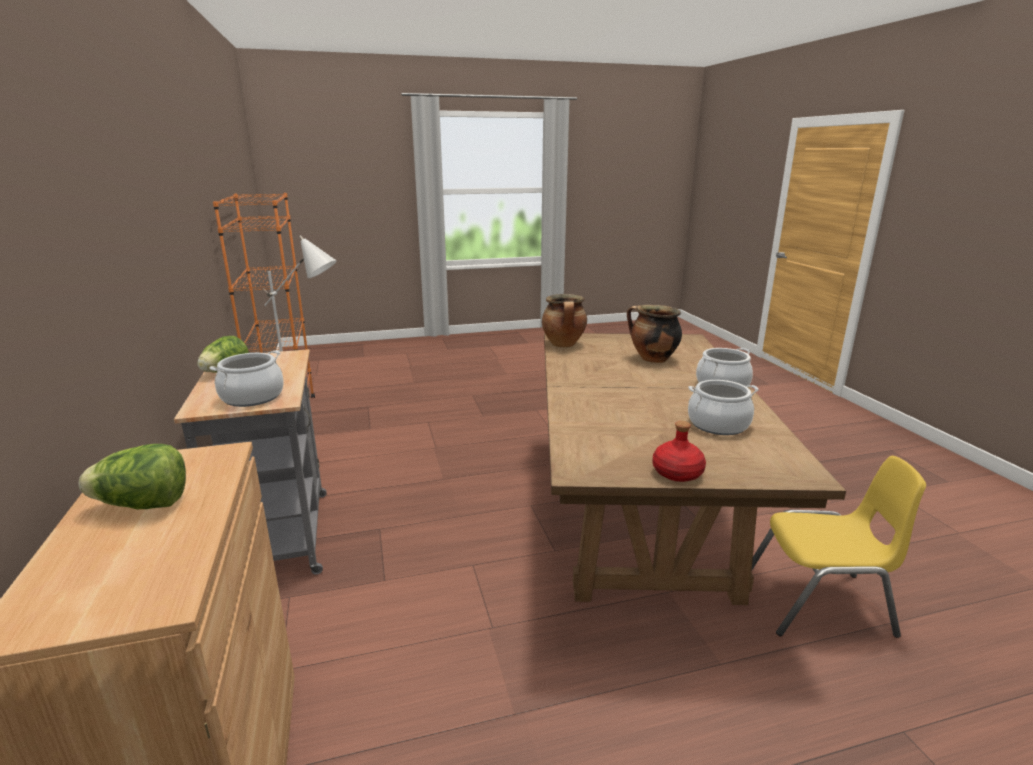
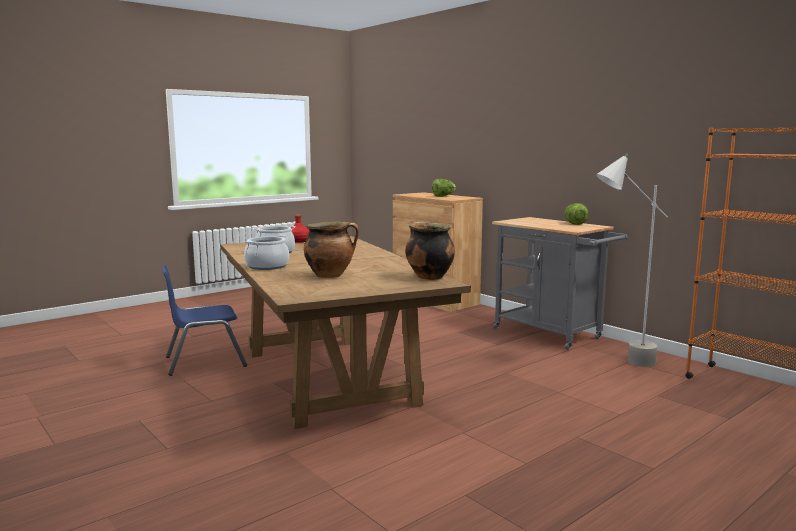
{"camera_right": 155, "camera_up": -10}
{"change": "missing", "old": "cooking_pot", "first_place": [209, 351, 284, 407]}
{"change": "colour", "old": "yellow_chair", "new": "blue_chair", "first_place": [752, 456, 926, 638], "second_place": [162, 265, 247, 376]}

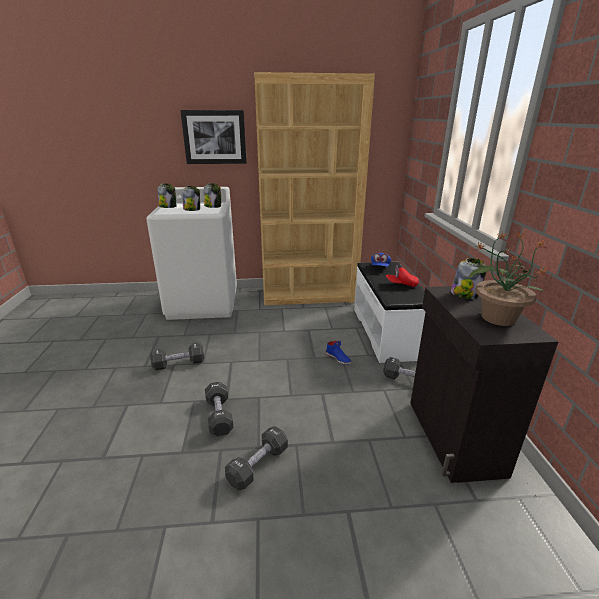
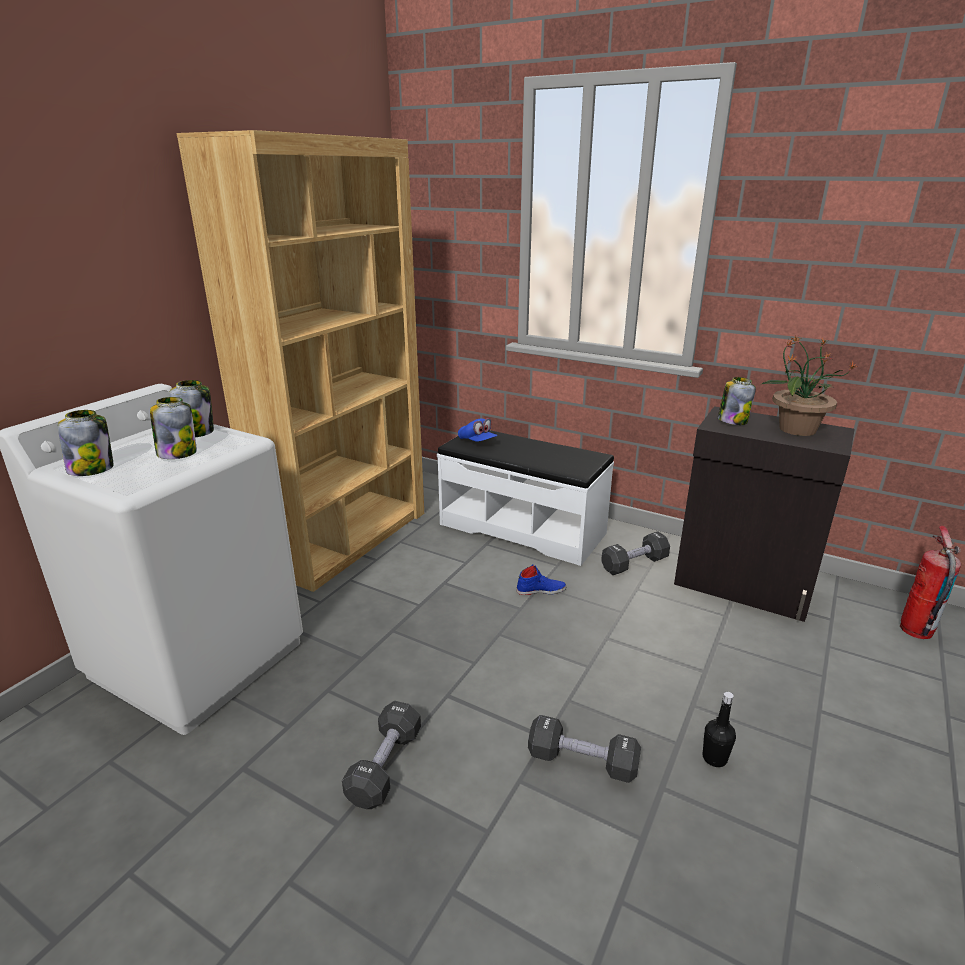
{"camera_right": -55, "camera_up": 0}
{"change": "missing", "old": "picture", "first_place": [180, 110, 247, 164]}
{"change": "exchanged", "old": "black_dumbbell", "new": "black_bottle", "first_place": [225, 426, 288, 490], "second_place": [703, 692, 736, 767]}
{"change": "missing", "old": "red_cap", "first_place": [386, 265, 419, 287]}
{"change": "appeared", "new": "fire_extinguisher", "second_place": [900, 525, 961, 639]}

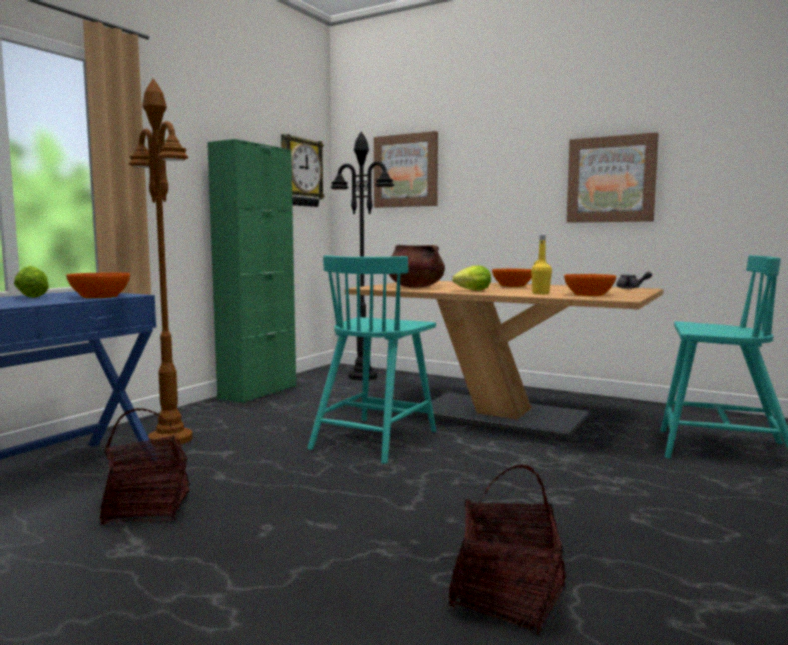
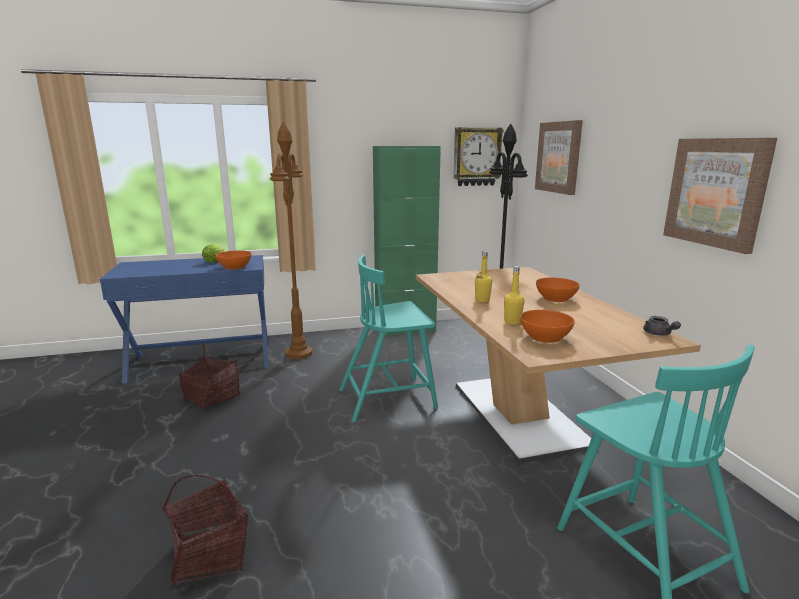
{"camera_right": 45, "camera_up": 10}
{"change": "missing", "old": "brown_cooking_pot", "first_place": [389, 244, 445, 288]}
{"change": "exchanged", "old": "lettuce", "new": "yellow_bottle", "first_place": [452, 266, 491, 290], "second_place": [475, 251, 492, 302]}

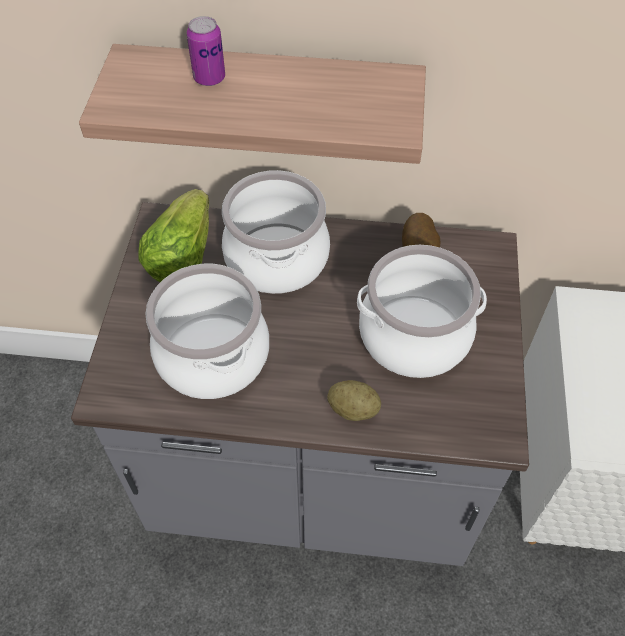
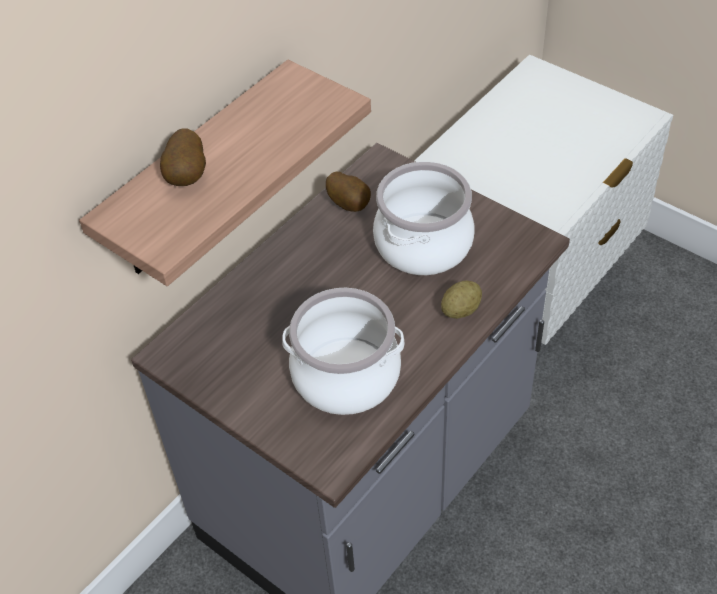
{"camera_right": -55, "camera_up": -5}
{"change": "missing", "old": "lettuce", "first_place": [138, 189, 209, 282]}
{"change": "exchanged", "old": "can", "new": "potato", "first_place": [187, 16, 225, 86], "second_place": [160, 128, 206, 186]}
{"change": "missing", "old": "cooking_pot", "first_place": [222, 170, 330, 294]}

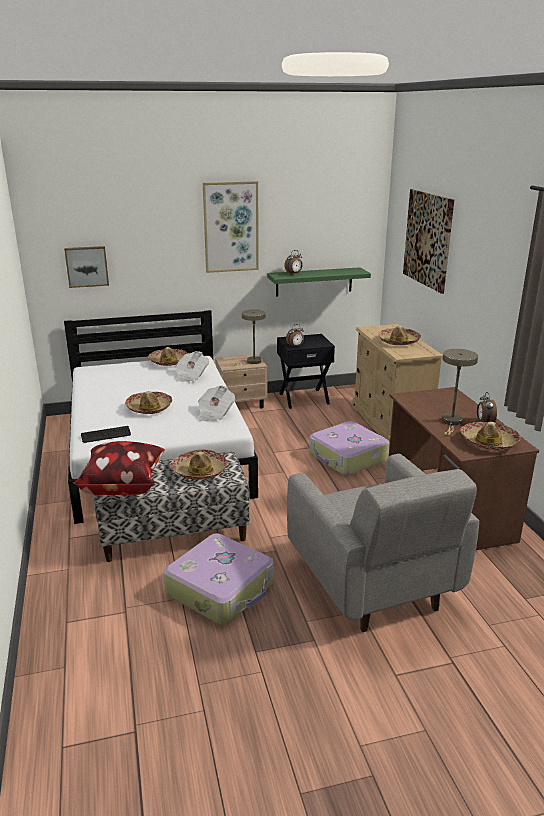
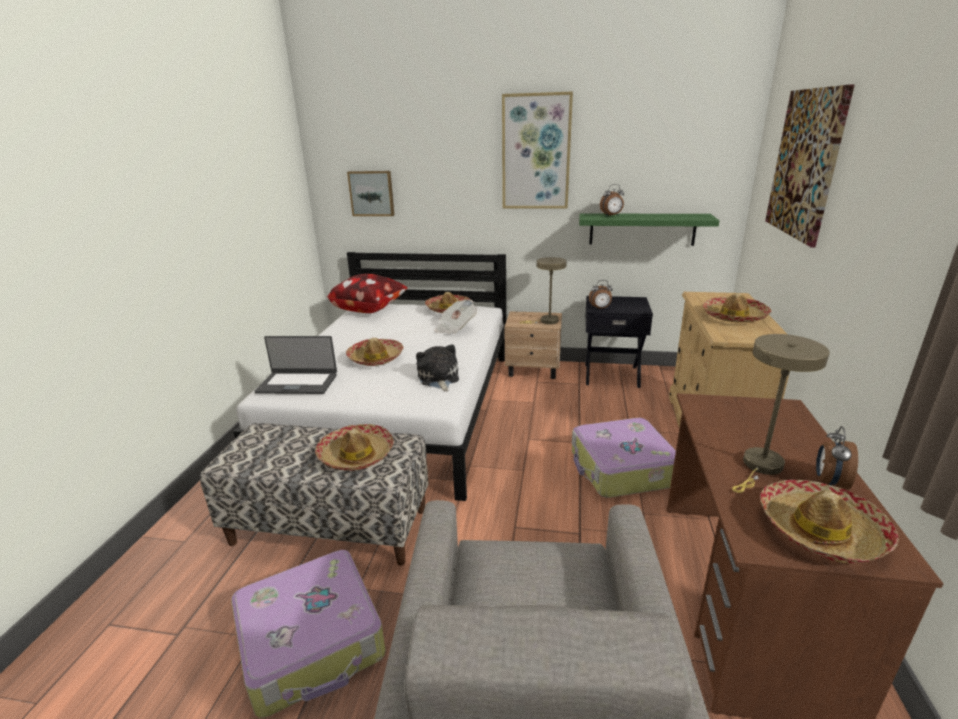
{"camera_right": 25, "camera_up": 0}
{"change": "relocated", "old": "pillow", "first_place": [72, 441, 165, 495], "second_place": [327, 274, 408, 313]}
{"change": "exchanged", "old": "keyboard", "new": "laptop", "first_place": [81, 426, 131, 443], "second_place": [255, 336, 337, 394]}
{"change": "exchanged", "old": "newspaper", "new": "plush_toy", "first_place": [197, 386, 235, 421], "second_place": [416, 344, 459, 392]}

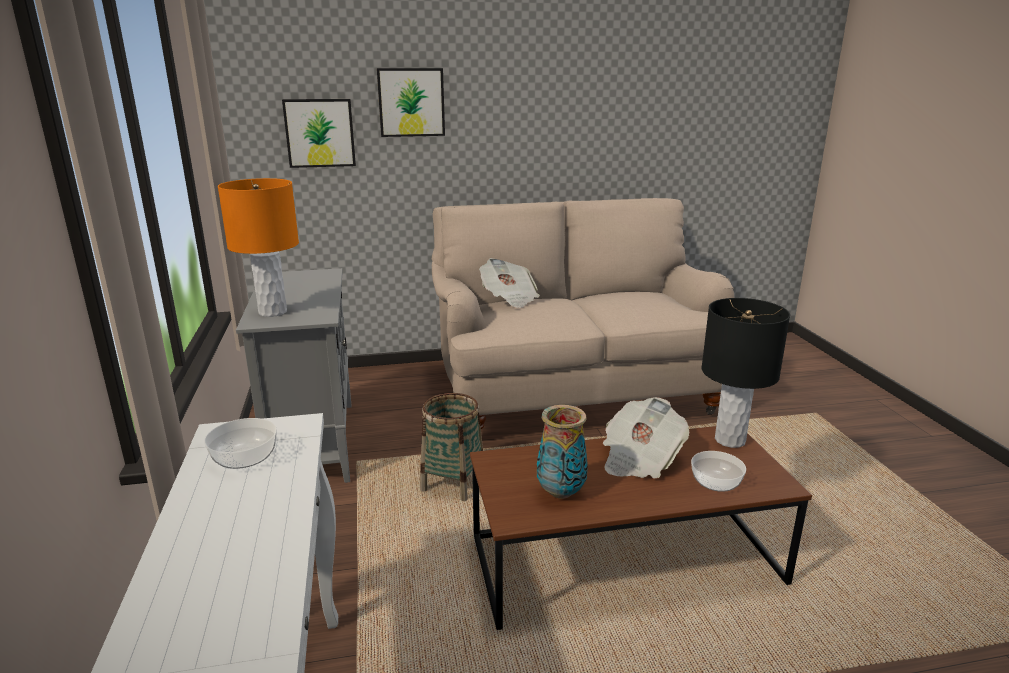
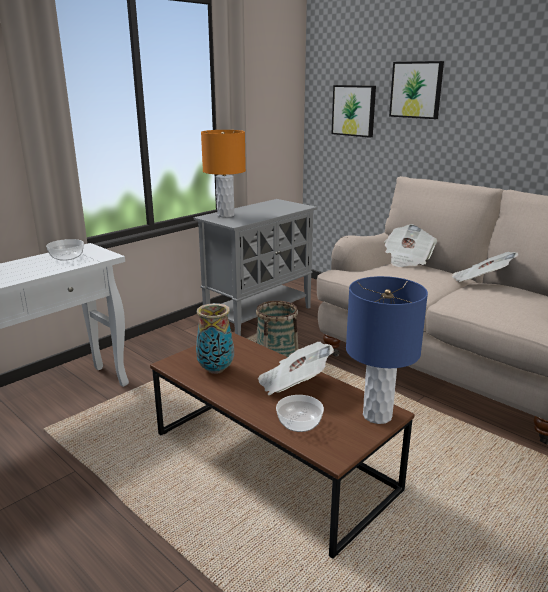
{"camera_right": 55, "camera_up": 0}
{"change": "colour", "old": "black_table_lamp", "new": "blue_table_lamp", "first_place": [701, 298, 790, 448], "second_place": [346, 276, 428, 424]}
{"change": "appeared", "new": "newspaper", "second_place": [452, 252, 518, 282]}

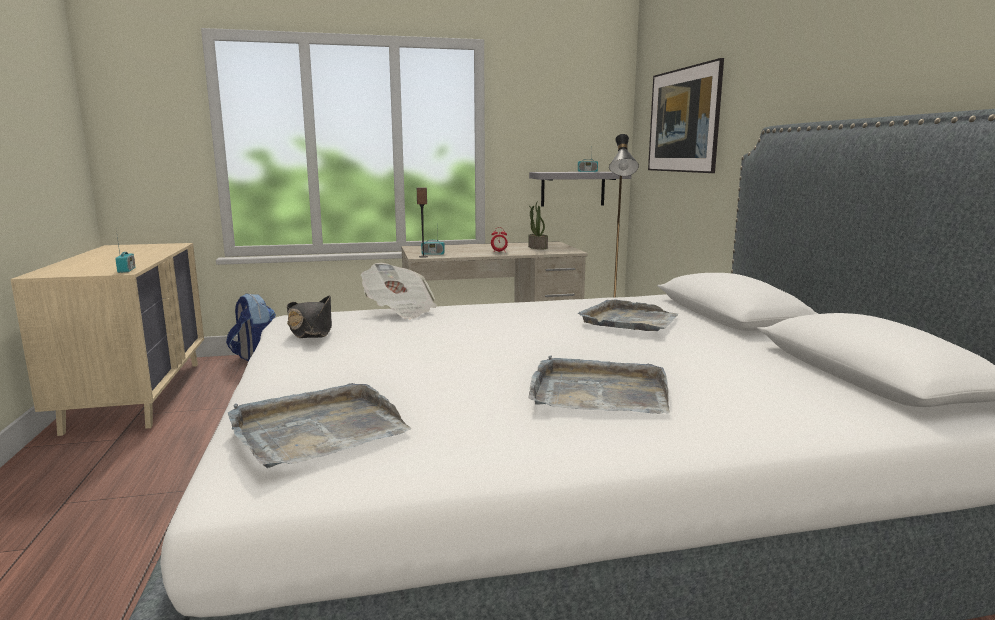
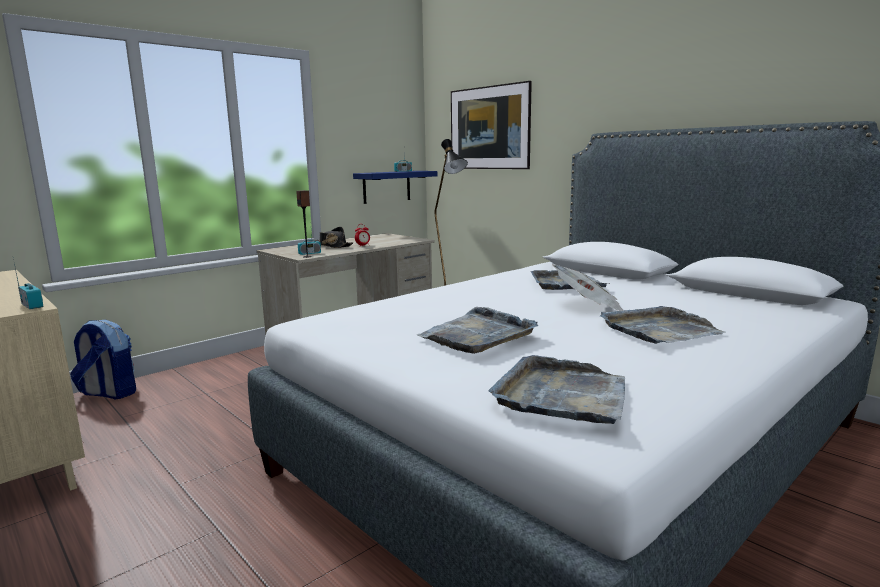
{"camera_right": -30, "camera_up": 0}
{"change": "relocated", "old": "black_hat", "first_place": [287, 295, 332, 338], "second_place": [314, 227, 353, 248]}
{"change": "relocated", "old": "newspaper", "first_place": [361, 263, 437, 319], "second_place": [552, 264, 624, 311]}
{"change": "missing", "old": "potted_plant", "first_place": [528, 202, 548, 249]}
{"change": "colour", "old": "grey_shelf", "new": "blue_shelf", "first_place": [529, 172, 631, 207], "second_place": [353, 171, 437, 204]}
{"change": "appeared", "new": "grey_tray", "second_place": [417, 307, 538, 354]}

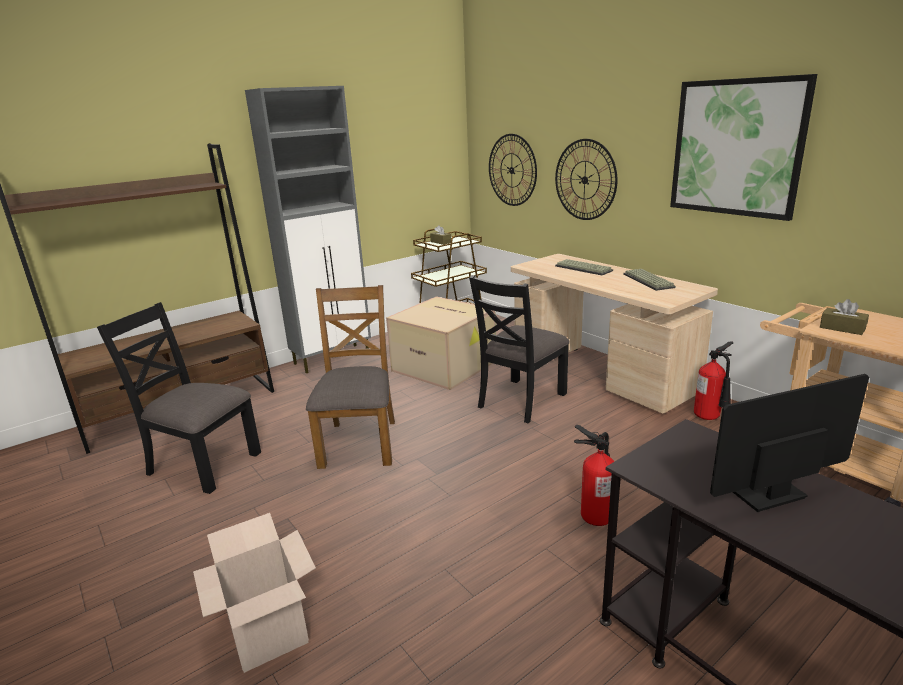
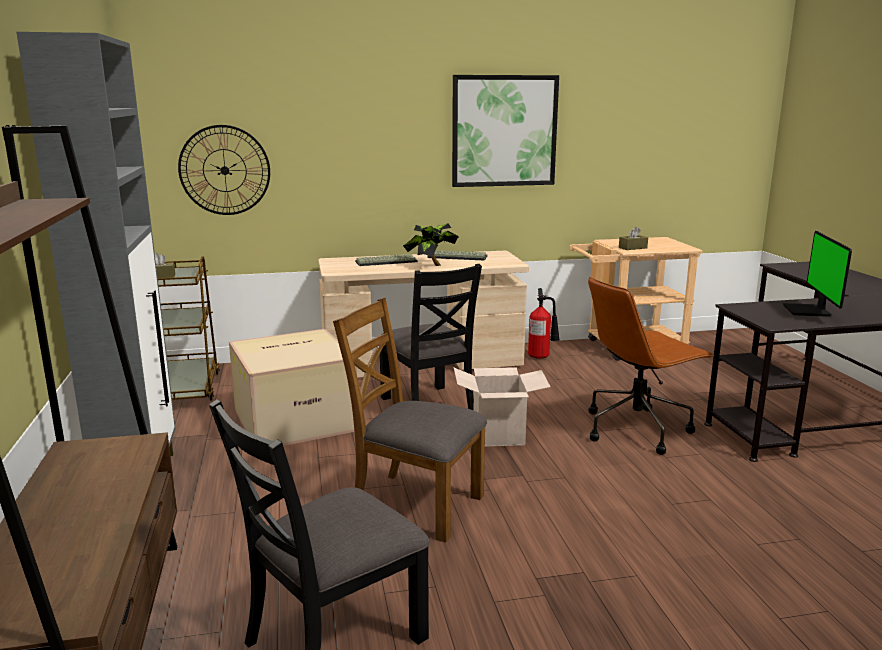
{"camera_right": -65, "camera_up": -5}
{"change": "relocated", "old": "cardboard_box", "first_place": [193, 513, 316, 673], "second_place": [454, 367, 551, 447]}
{"change": "missing", "old": "wall_clock", "first_place": [555, 139, 617, 220]}
{"change": "exchanged", "old": "fire_extinguisher", "new": "brown_office_chair", "first_place": [574, 425, 614, 526], "second_place": [588, 277, 714, 455]}
{"change": "appeared", "new": "potted_plant", "second_place": [403, 223, 459, 266]}

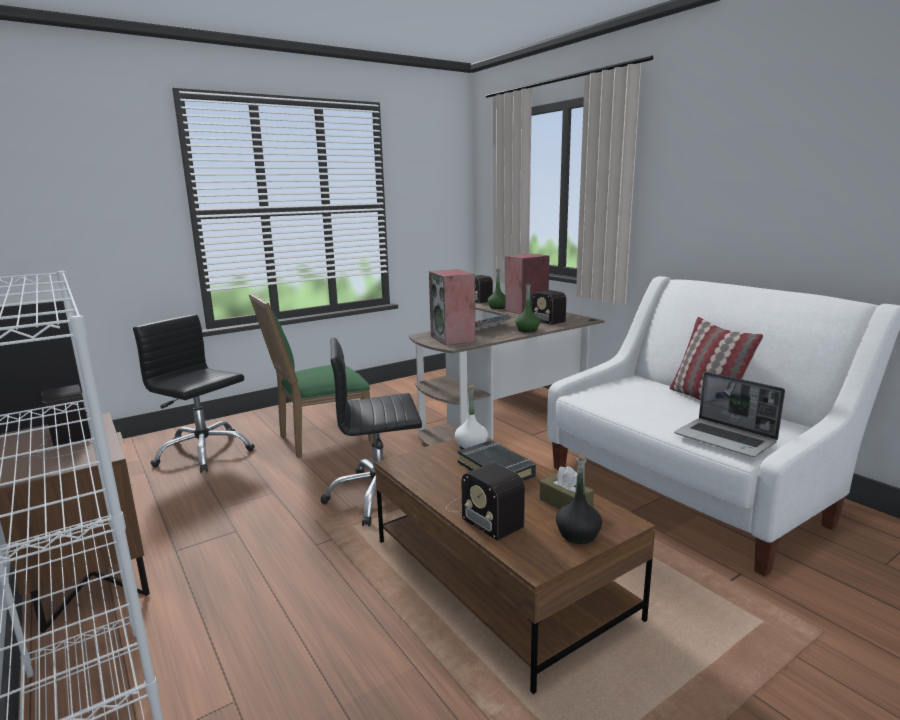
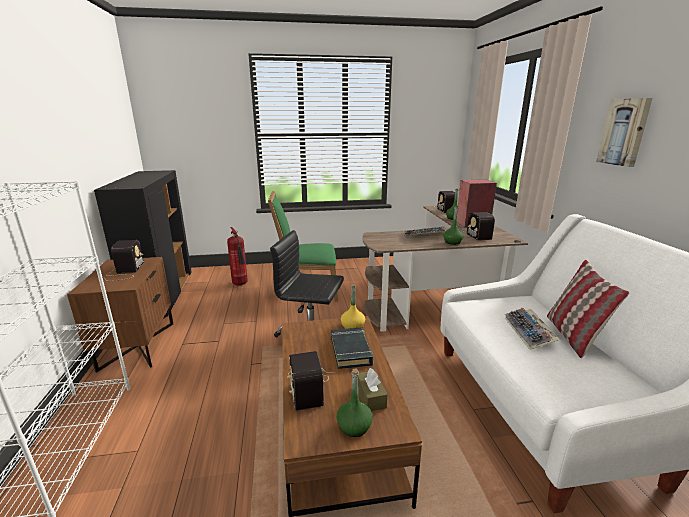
{"camera_right": 25, "camera_up": 5}
{"change": "exchanged", "old": "black_office_chair", "new": "fire_extinguisher", "first_place": [133, 314, 255, 473], "second_place": [227, 227, 248, 285]}
{"change": "missing", "old": "speaker", "first_place": [429, 269, 476, 346]}
{"change": "colour", "old": "white_bottle", "new": "yellow_bottle", "first_place": [455, 385, 488, 449], "second_place": [341, 284, 365, 329]}
{"change": "colour", "old": "black_bottle", "new": "green_bottle", "first_place": [556, 455, 602, 544], "second_place": [337, 368, 373, 437]}
{"change": "missing", "old": "laptop", "first_place": [674, 372, 785, 457]}
{"change": "appeared", "new": "keyboard", "second_place": [505, 308, 560, 350]}
{"change": "appeared", "new": "picture", "second_place": [596, 98, 653, 167]}

